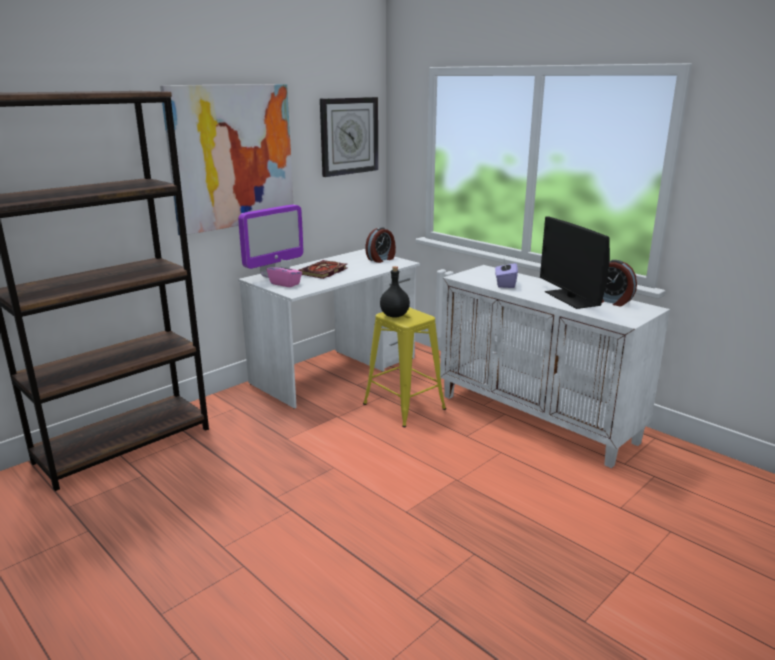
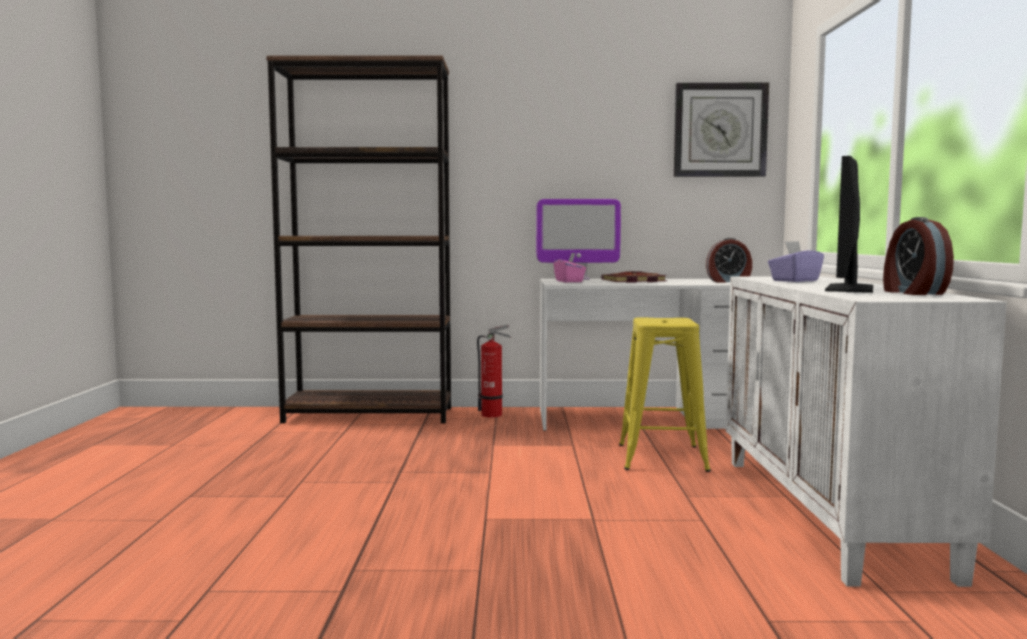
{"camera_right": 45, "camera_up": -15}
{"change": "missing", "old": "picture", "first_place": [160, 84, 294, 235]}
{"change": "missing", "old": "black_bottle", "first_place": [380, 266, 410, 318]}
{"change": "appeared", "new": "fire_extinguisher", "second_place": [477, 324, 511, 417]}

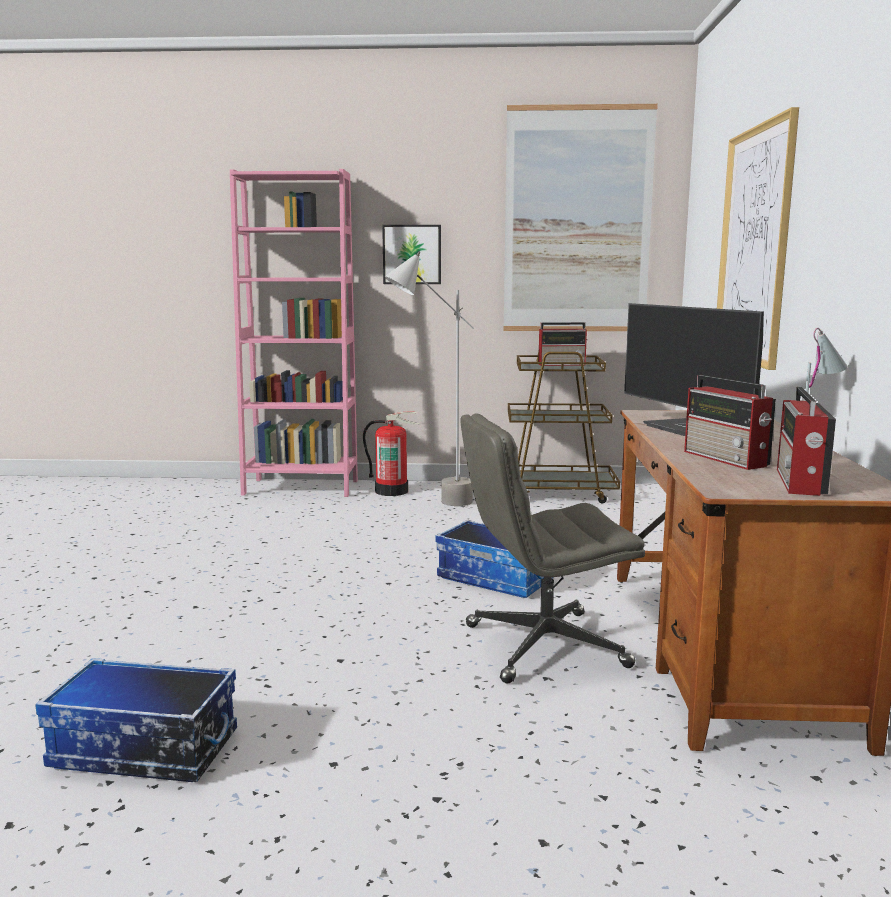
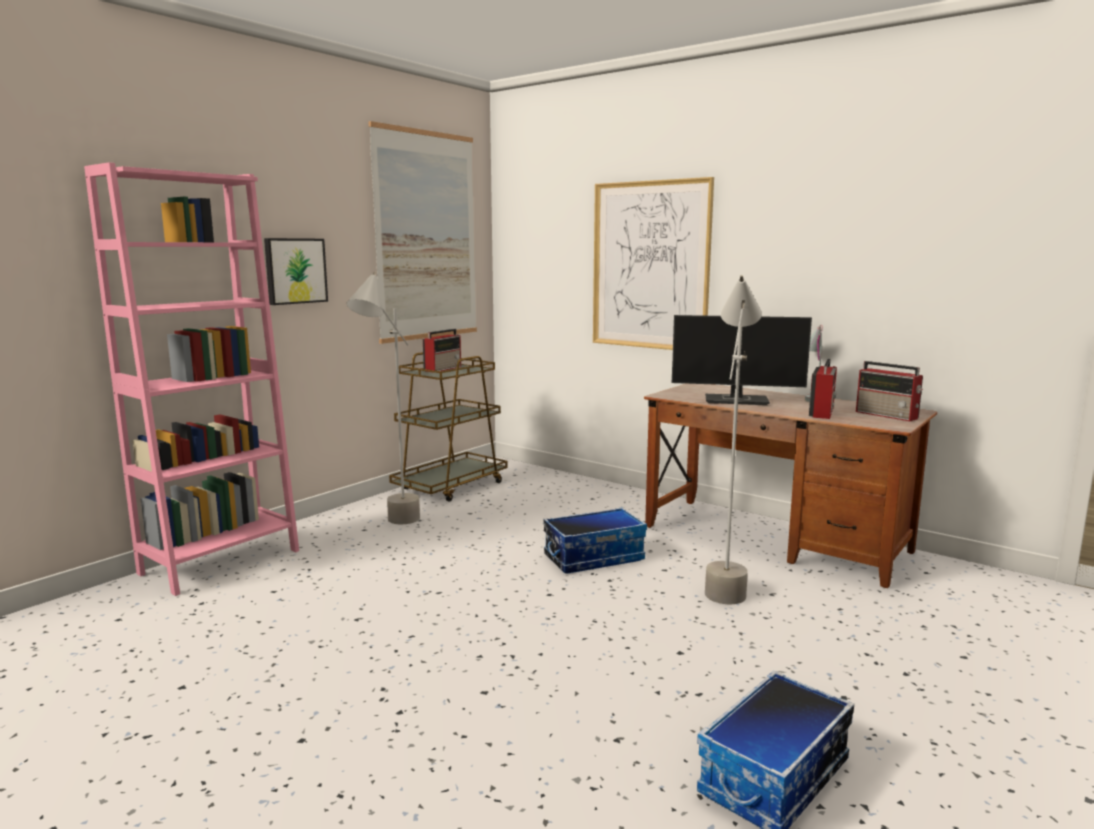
{"camera_right": -55, "camera_up": 0}
{"change": "missing", "old": "fire_extinguisher", "first_place": [363, 412, 421, 496]}
{"change": "exchanged", "old": "grey_office_chair", "new": "grey_floor_lamp", "first_place": [460, 413, 645, 683], "second_place": [705, 275, 762, 604]}
{"change": "spun", "old": "radio", "first_place": [684, 375, 776, 470], "second_place": [809, 359, 837, 419], "degrees": -75}

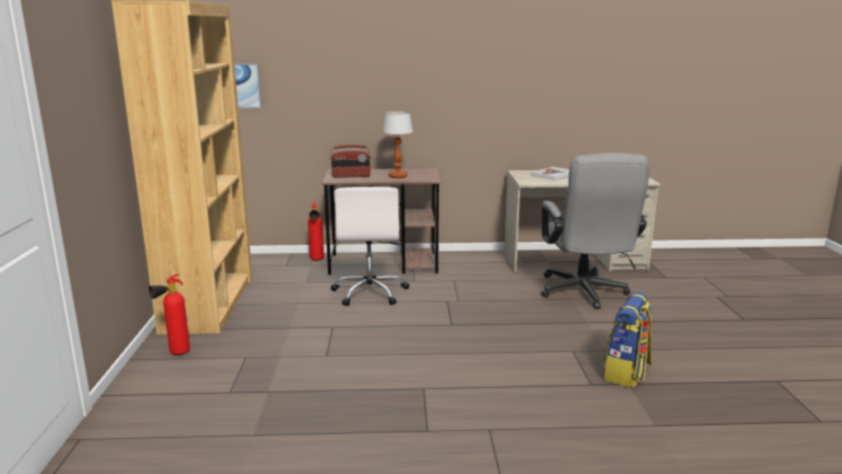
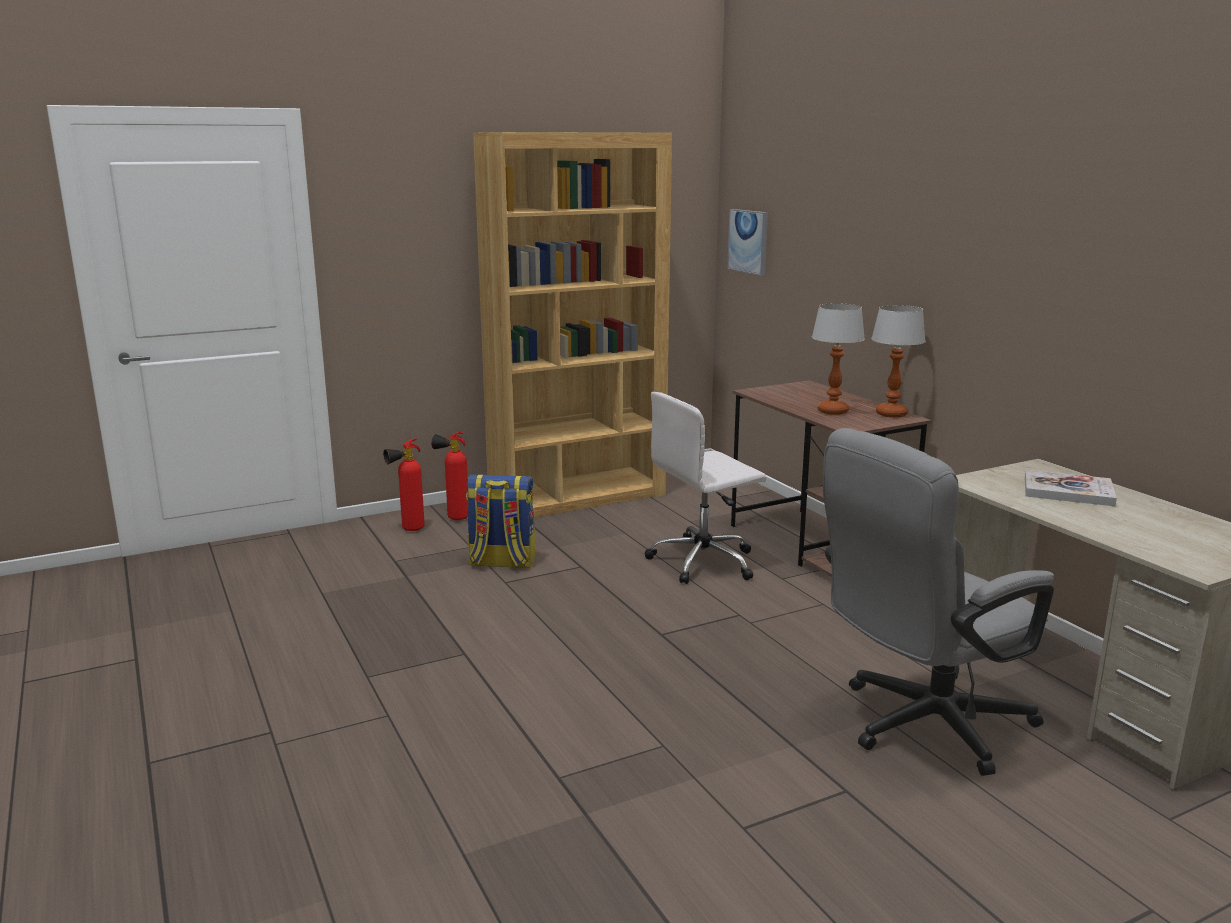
{"camera_right": 65, "camera_up": 0}
{"change": "relocated", "old": "fire_extinguisher", "first_place": [308, 201, 324, 261], "second_place": [383, 439, 425, 531]}
{"change": "missing", "old": "radio", "first_place": [330, 145, 371, 178]}
{"change": "relocated", "old": "backpack", "first_place": [604, 292, 652, 388], "second_place": [466, 475, 535, 568]}
{"change": "appeared", "new": "table_lamp", "second_place": [871, 305, 926, 417]}

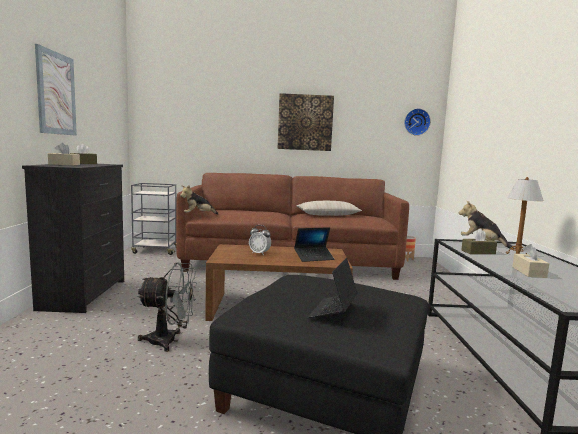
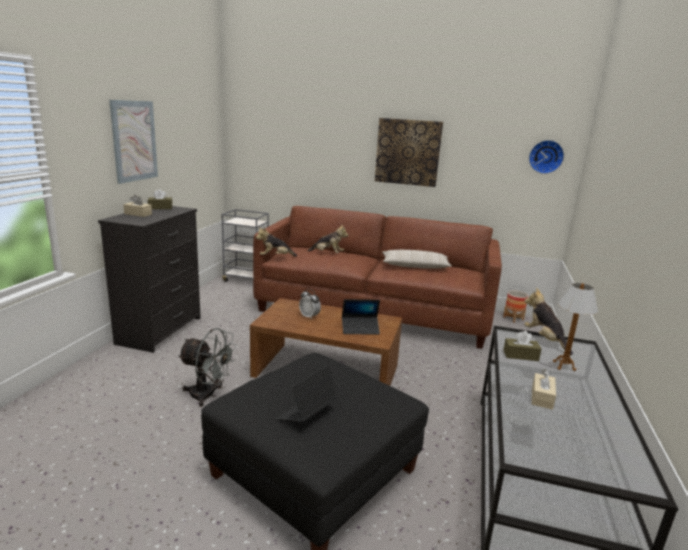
{"camera_right": 15, "camera_up": 10}
{"change": "appeared", "new": "plush_toy", "second_place": [308, 225, 349, 253]}

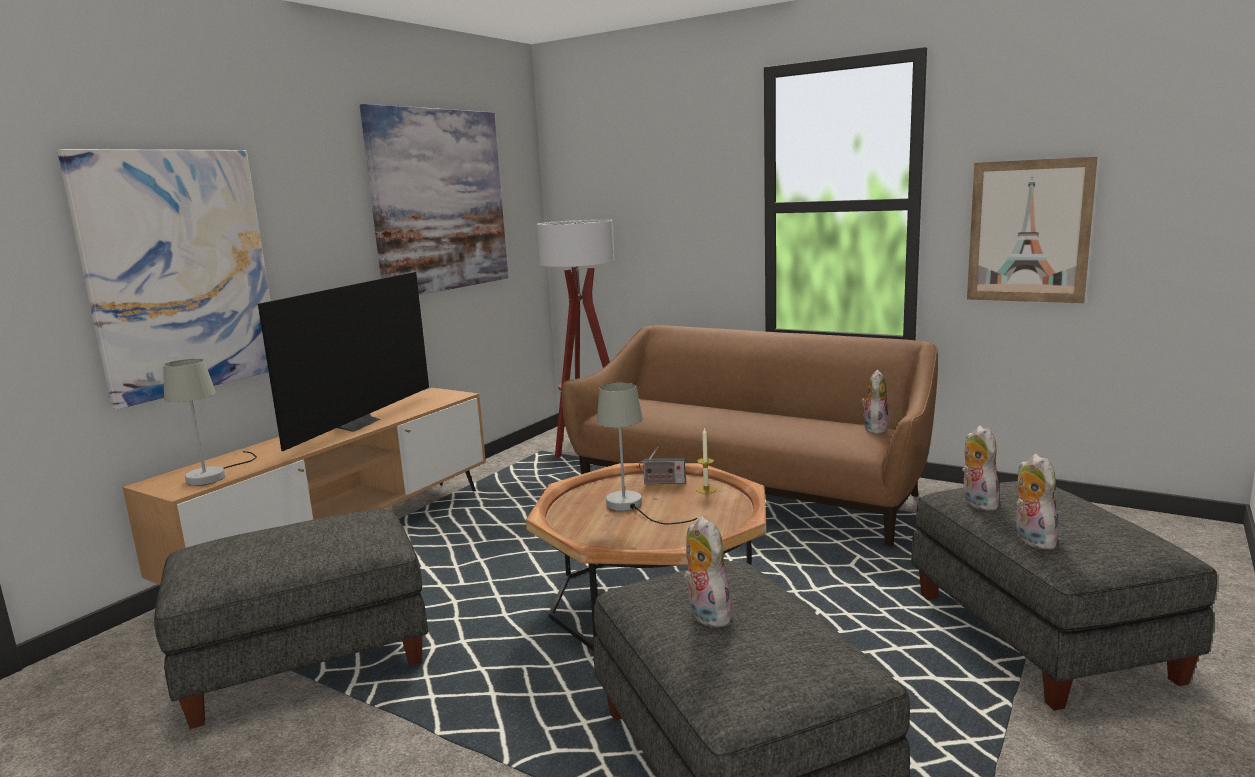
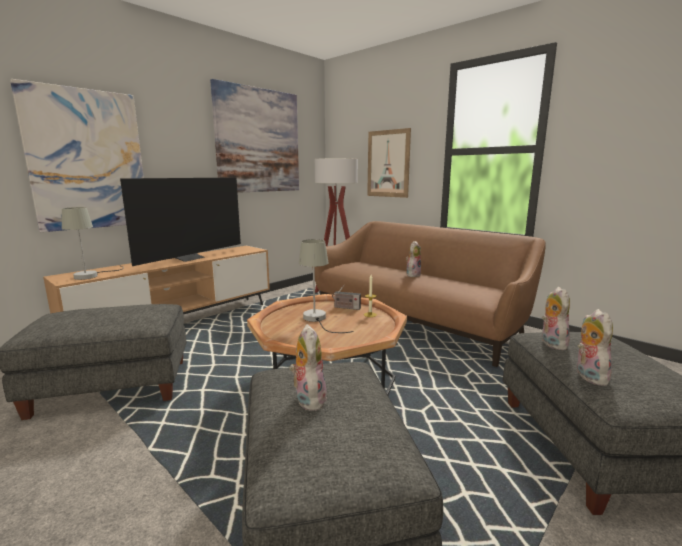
{"camera_right": 10, "camera_up": 0}
{"change": "relocated", "old": "plush_toy", "first_place": [861, 370, 889, 434], "second_place": [406, 241, 421, 277]}
{"change": "relocated", "old": "picture", "first_place": [967, 156, 1098, 303], "second_place": [367, 128, 411, 198]}

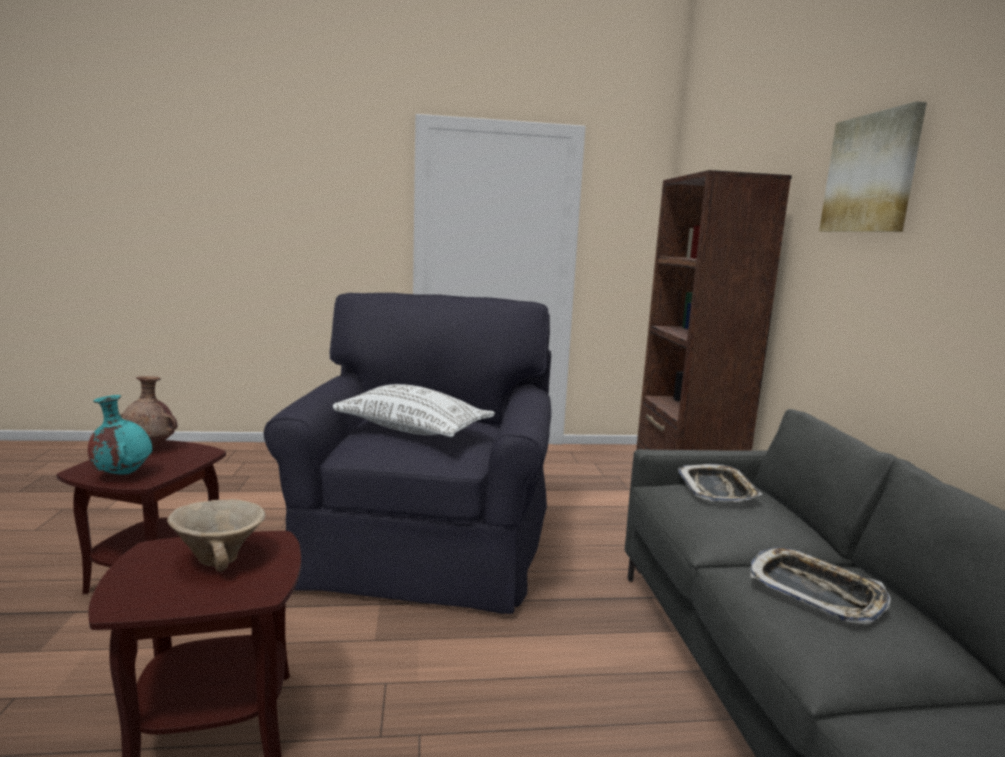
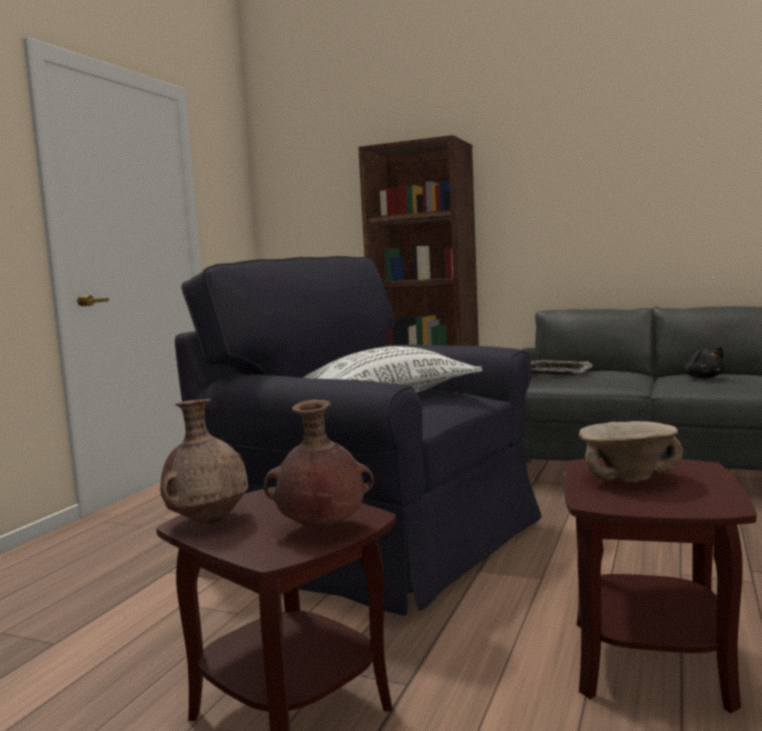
{"camera_right": -60, "camera_up": -5}
{"change": "colour", "old": "turquoise_vase", "new": "brown_vase", "first_place": [88, 395, 152, 474], "second_place": [264, 399, 374, 529]}
{"change": "exchanged", "old": "tray", "new": "black_plush_toy", "first_place": [750, 547, 891, 624], "second_place": [682, 347, 725, 379]}
{"change": "missing", "old": "picture", "first_place": [819, 101, 927, 232]}

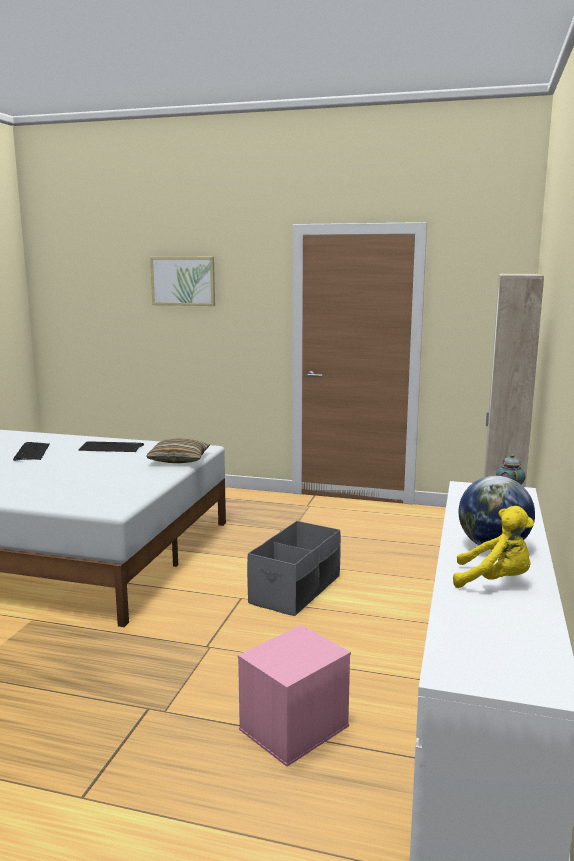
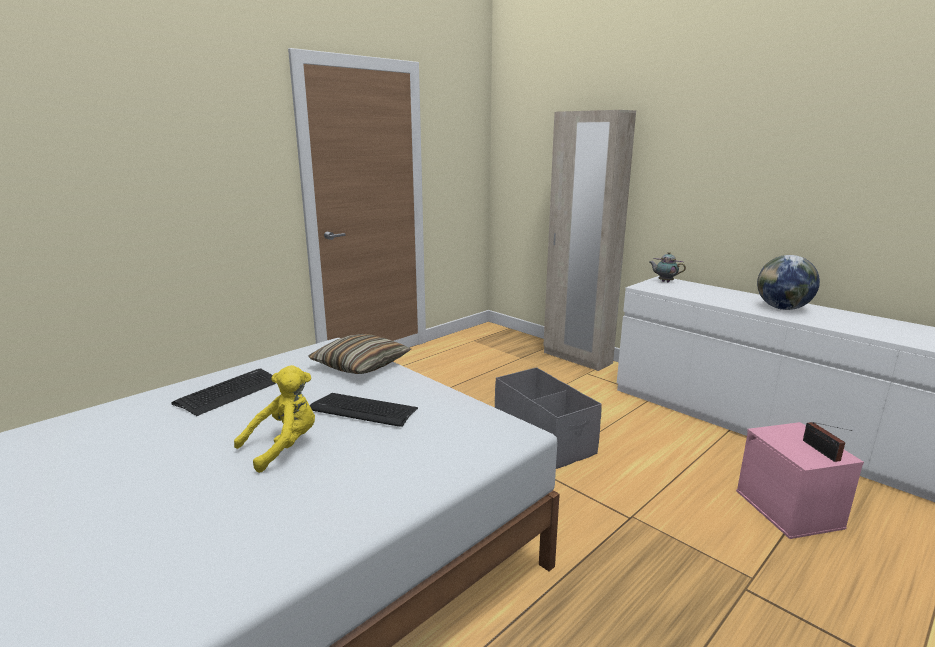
{"camera_right": -60, "camera_up": 5}
{"change": "relocated", "old": "keyboard", "first_place": [13, 442, 50, 461], "second_place": [310, 393, 418, 427]}
{"change": "missing", "old": "picture", "first_place": [150, 257, 215, 306]}
{"change": "relocated", "old": "yellow_plush_toy", "first_place": [453, 506, 534, 588], "second_place": [234, 365, 315, 473]}
{"change": "appeared", "new": "radio", "second_place": [803, 422, 852, 462]}

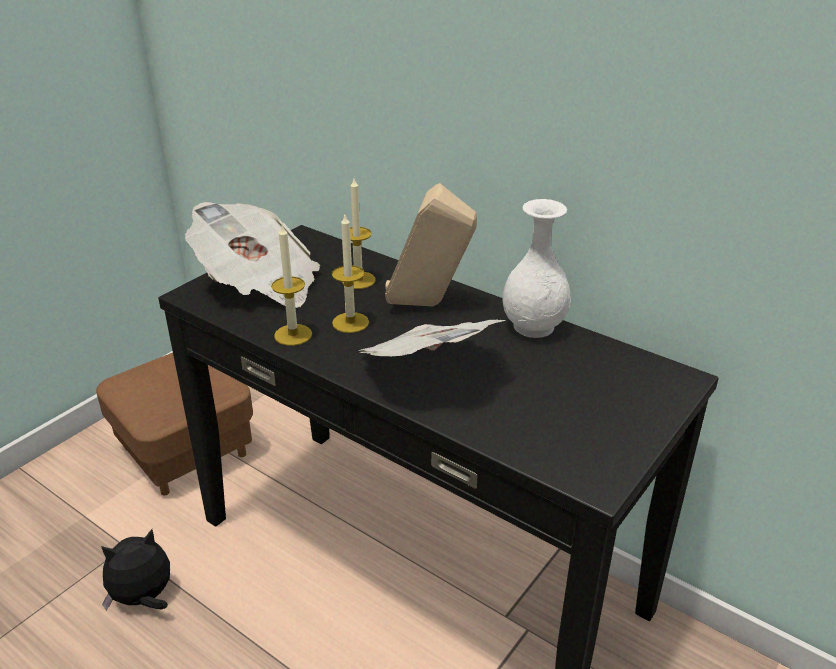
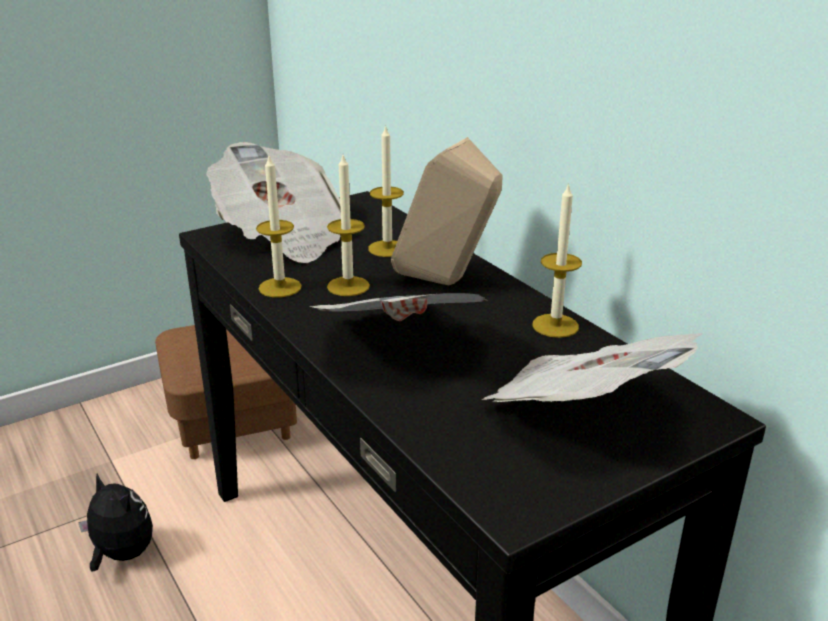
{"camera_right": 20, "camera_up": -5}
{"change": "spun", "old": "plush_toy", "first_place": [101, 529, 170, 611], "second_place": [78, 473, 153, 572], "degrees": 45}
{"change": "exchanged", "old": "white_vase", "new": "candle", "first_place": [503, 199, 571, 338], "second_place": [532, 183, 582, 338]}
{"change": "appeared", "new": "newspaper", "second_place": [482, 333, 702, 402]}

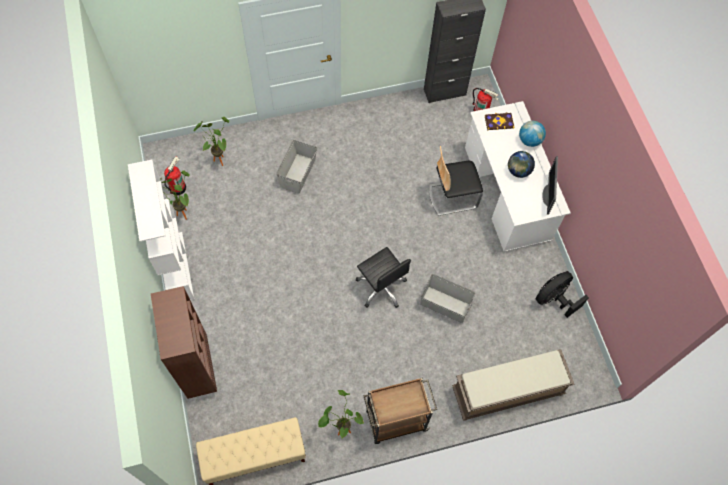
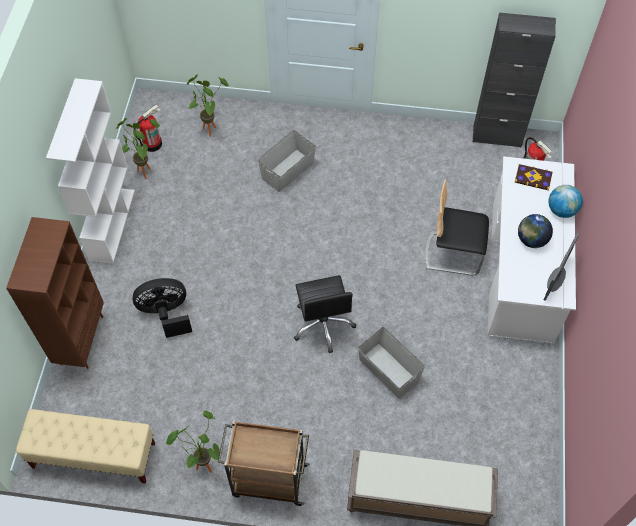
{"camera_right": 25, "camera_up": -5}
{"change": "relocated", "old": "black_fan", "first_place": [536, 271, 589, 318], "second_place": [133, 278, 192, 338]}

